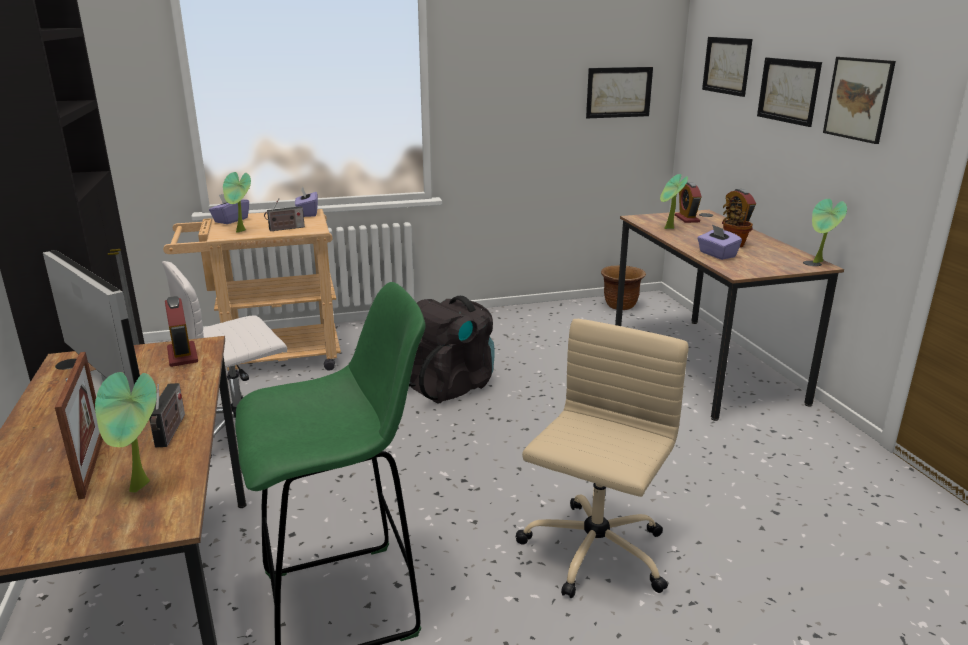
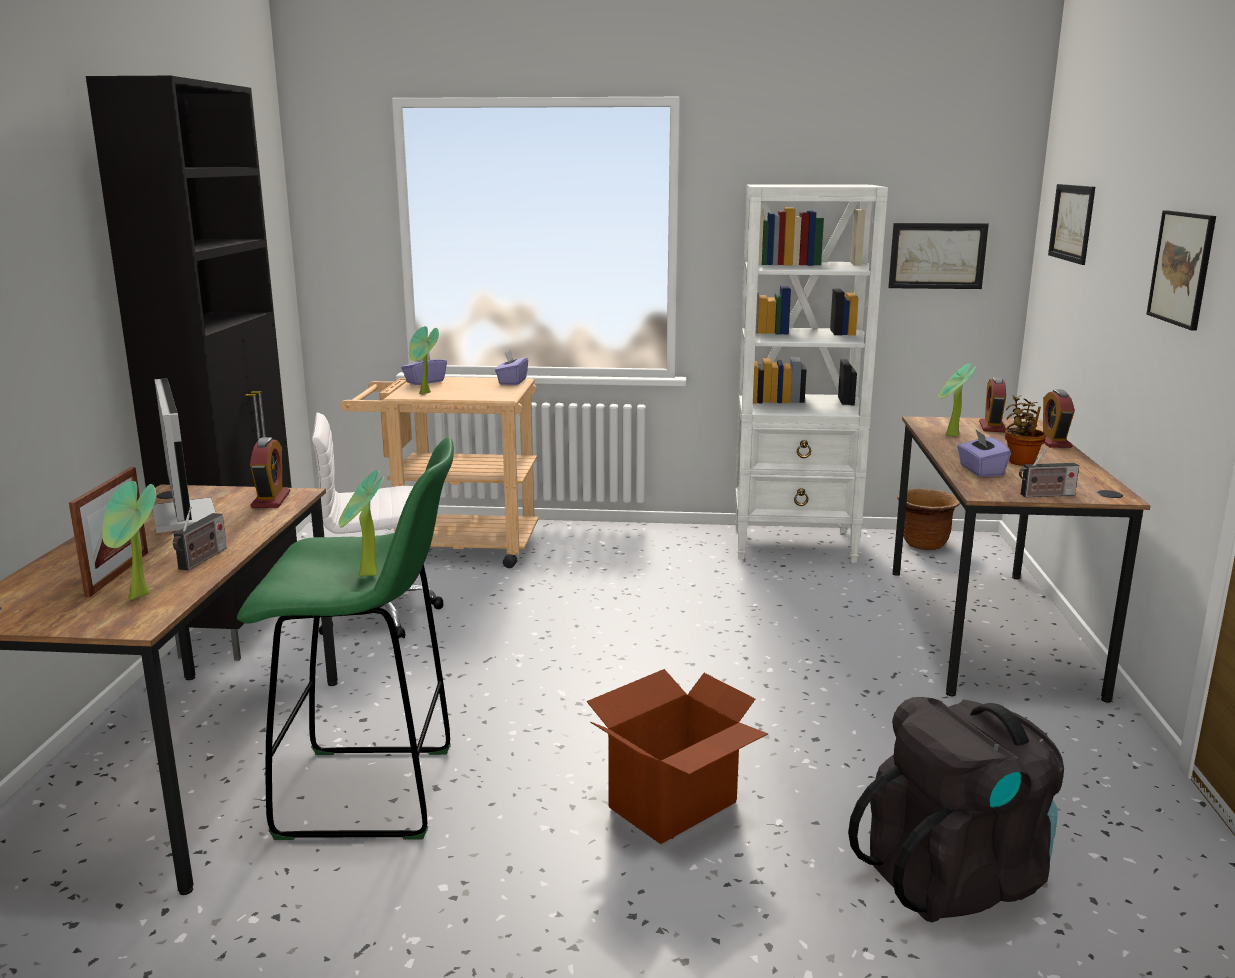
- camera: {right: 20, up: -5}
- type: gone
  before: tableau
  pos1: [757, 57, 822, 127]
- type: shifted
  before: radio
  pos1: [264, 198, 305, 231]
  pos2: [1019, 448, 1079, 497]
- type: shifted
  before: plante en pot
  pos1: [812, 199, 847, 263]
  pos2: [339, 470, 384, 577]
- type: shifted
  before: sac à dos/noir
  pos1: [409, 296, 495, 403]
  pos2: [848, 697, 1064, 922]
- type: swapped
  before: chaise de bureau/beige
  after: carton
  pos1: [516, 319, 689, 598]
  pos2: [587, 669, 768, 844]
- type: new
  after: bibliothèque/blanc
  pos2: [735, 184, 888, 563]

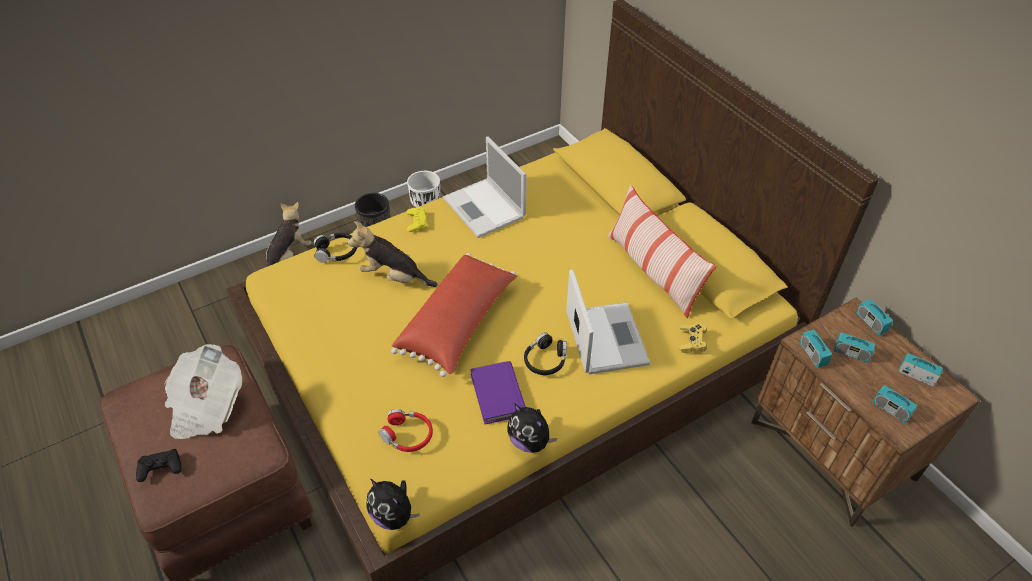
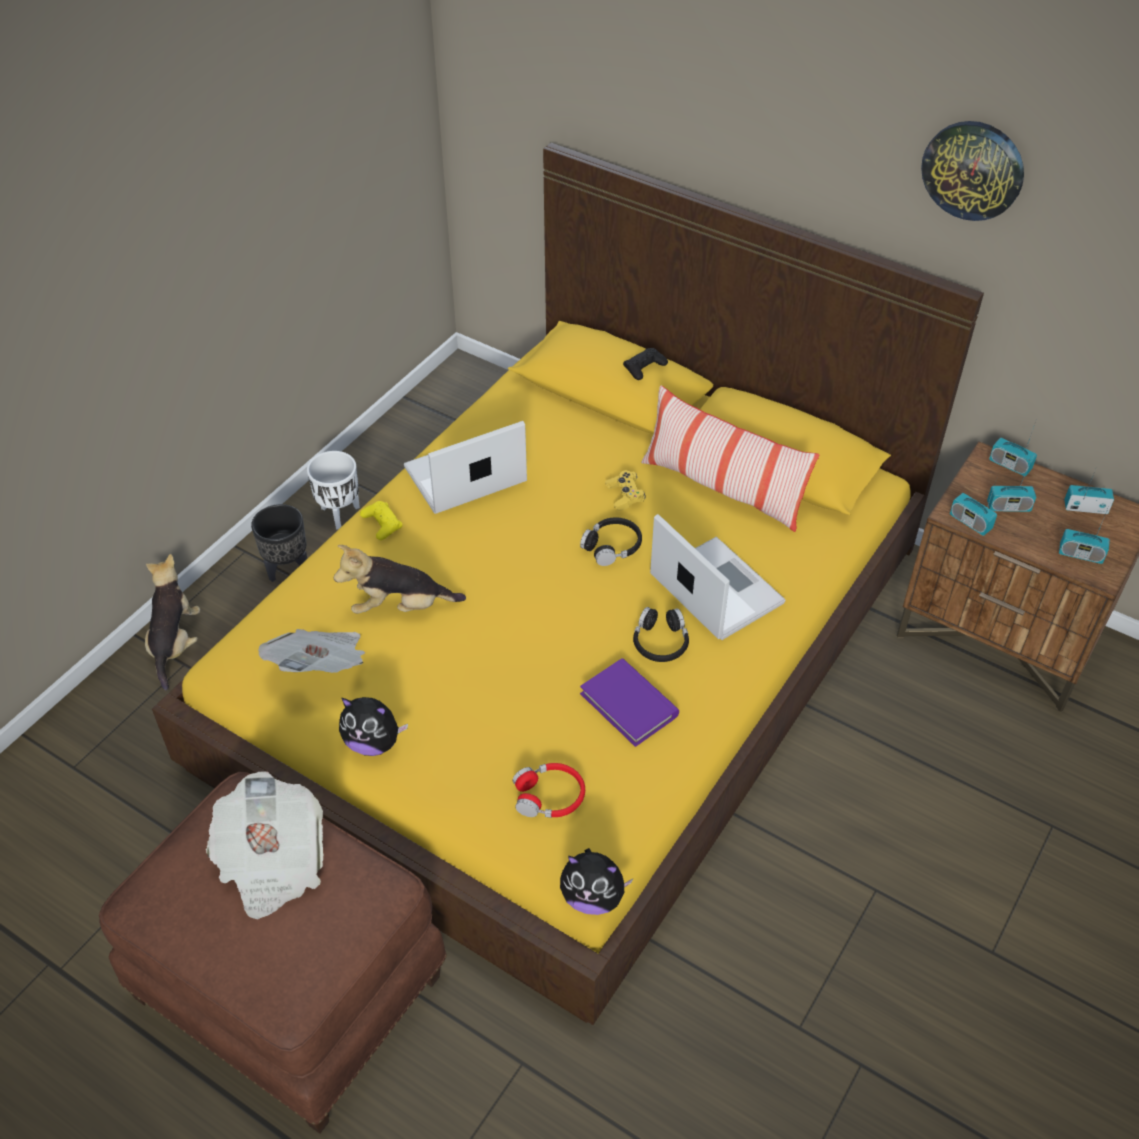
- camera: {right: -25, up: 0}
- type: rotated
  before: ordinateur portable
  pos1: [443, 137, 526, 238]
  pos2: [404, 421, 527, 514]
  turn: 120
- type: shifted
  before: casque audio/noir
  pos1: [314, 233, 357, 263]
  pos2: [580, 517, 642, 566]
- type: gone
  before: coussin/rouge
  pos1: [391, 253, 517, 377]
- type: shifted
  before: manette/jaune
  pos1: [679, 323, 707, 353]
  pos2: [605, 470, 646, 511]
- type: shifted
  before: peluche
  pos1: [507, 404, 558, 453]
  pos2: [339, 697, 408, 756]
- type: shifted
  before: manette/noir
  pos1: [136, 449, 182, 482]
  pos2: [623, 348, 668, 380]
- type: new
  after: horloge murale
  pos2: [921, 121, 1024, 221]
- type: new
  after: journal
  pos2: [258, 629, 365, 673]

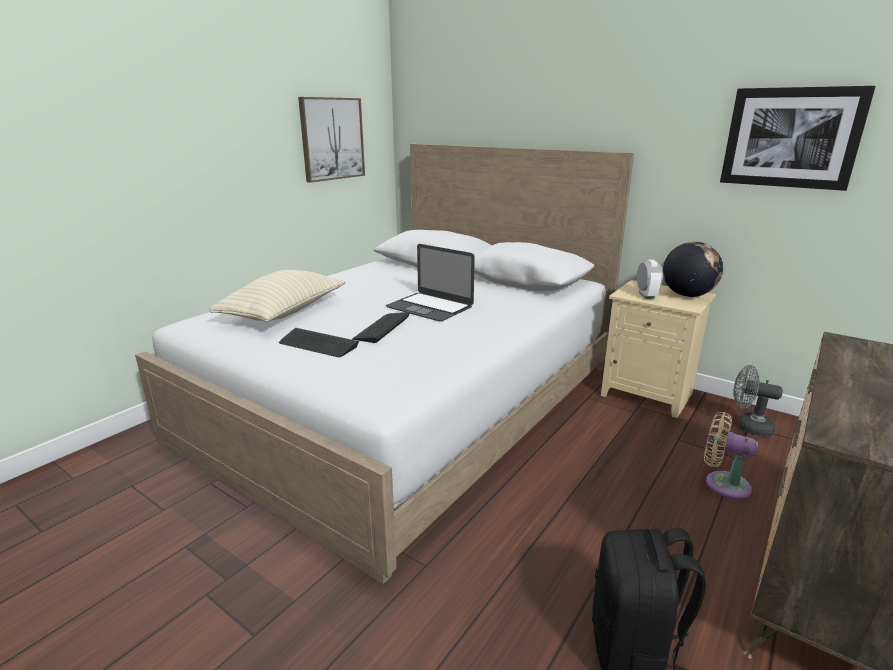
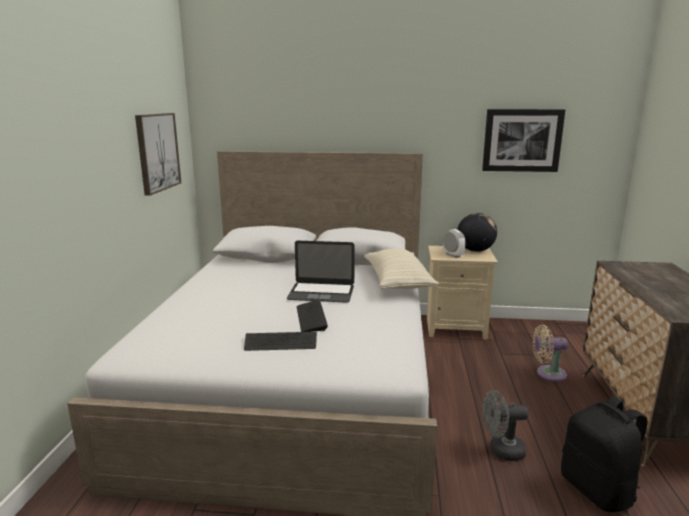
- camera: {right: -30, up: -5}
- type: shifted
  before: coussin/beige
  pos1: [209, 270, 345, 322]
  pos2: [364, 248, 439, 289]
- type: shifted
  before: ventilateur/gris
  pos1: [734, 365, 783, 437]
  pos2: [482, 390, 528, 461]

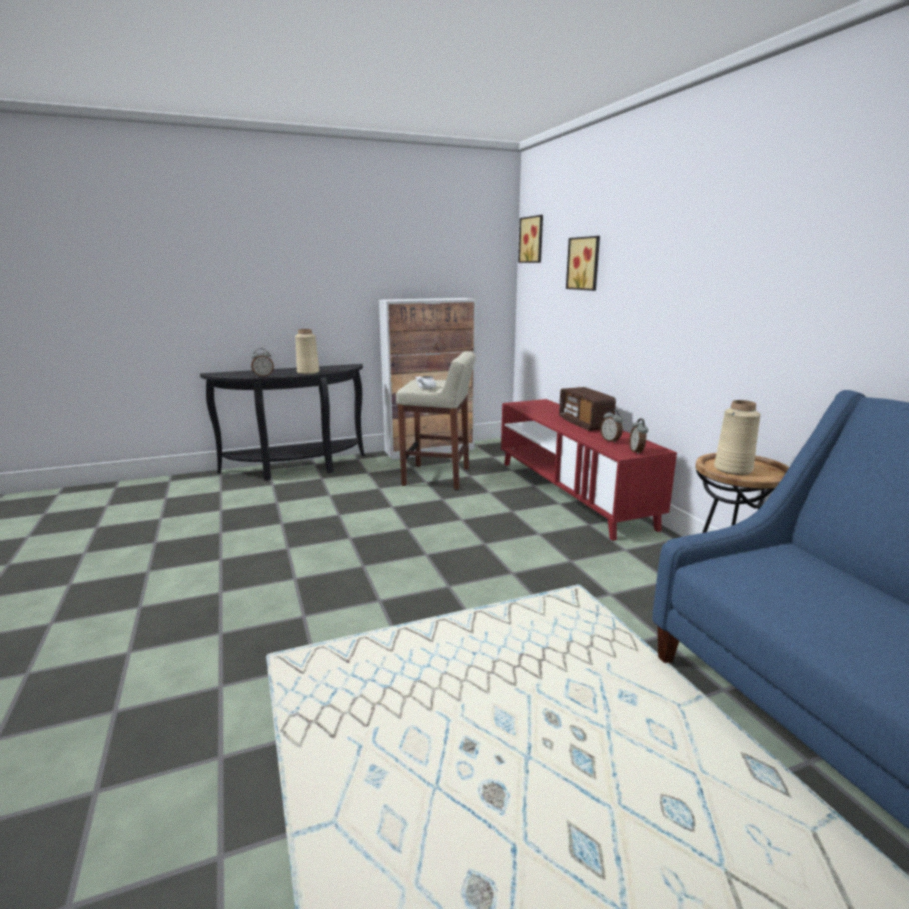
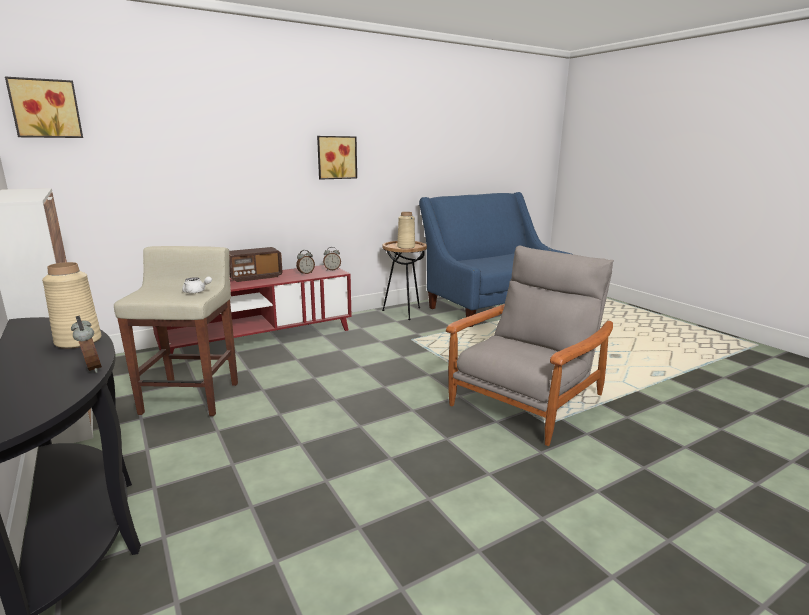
- camera: {right: -100, up: 0}
- type: shifted
  before: tableau
  pos1: [566, 236, 600, 291]
  pos2: [317, 136, 357, 180]
- type: new
  after: fauteuil/gris
  pos2: [446, 246, 613, 446]

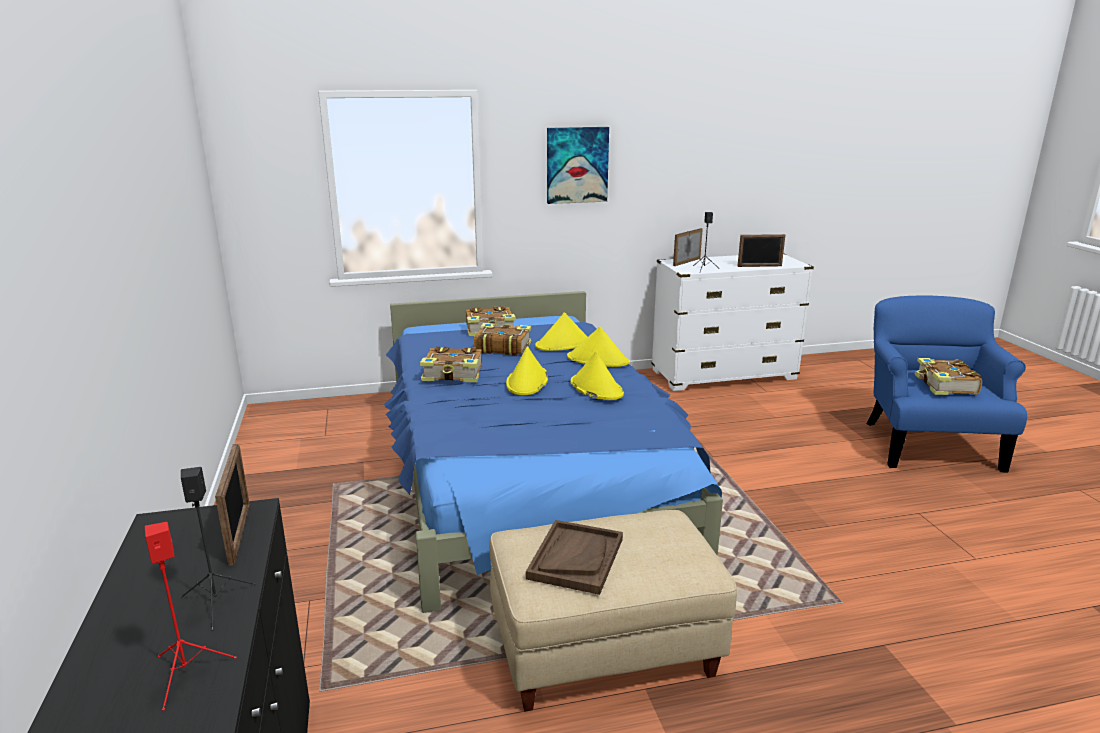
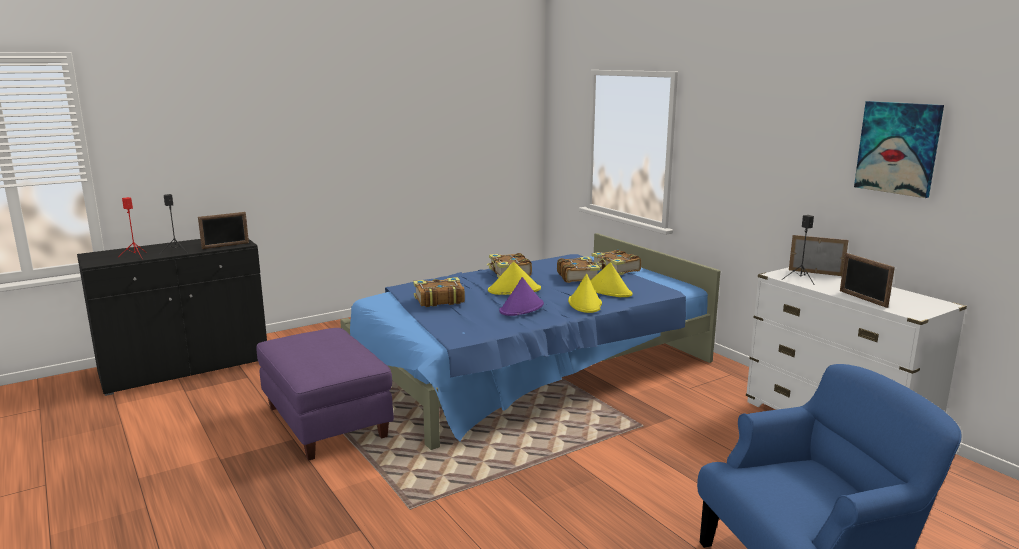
- camera: {right: 70, up: -5}
- type: shifted
  before: tableau
  pos1: [547, 127, 609, 204]
  pos2: [854, 101, 944, 198]
- type: repainted
  before: chapeau/jaune
  after: chapeau/violet
  pos1: [570, 352, 624, 400]
  pos2: [499, 277, 544, 316]
- type: shifted
  before: livre
  pos1: [915, 358, 982, 395]
  pos2: [413, 277, 465, 307]
- type: repainted
  before: pouf/beige
  after: pouf/violet
  pos1: [489, 510, 737, 712]
  pos2: [256, 328, 394, 461]
- type: gone
  before: plateau/marron
  pos1: [526, 520, 623, 595]

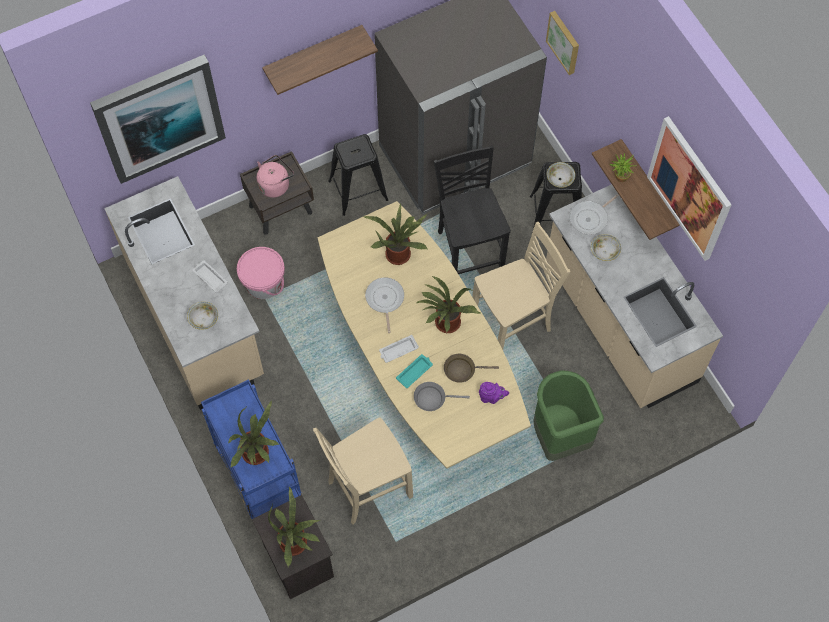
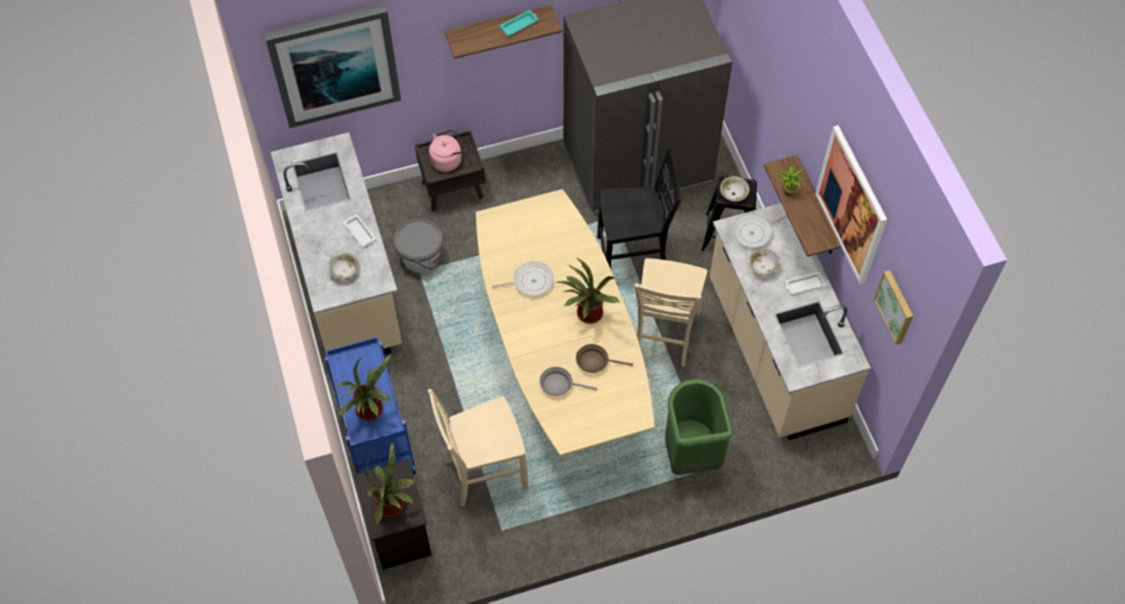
- camera: {right: 10, up: -5}
- type: shifted
  before: tableau
  pos1: [546, 11, 579, 75]
  pos2: [874, 270, 913, 345]
- type: gone
  before: tabouret/noir
  pos1: [328, 134, 388, 216]
- type: rotated
  before: chaise/noir
  pos1: [434, 145, 511, 274]
  pos2: [597, 148, 681, 269]
  turn: 90
- type: gone
  before: plante en pot
  pos1: [364, 204, 428, 265]
- type: rotated
  before: chaise/beige
  pos1: [472, 222, 570, 350]
  pos2: [635, 258, 708, 367]
  turn: 120
- type: repainted
  before: seau/rose
  after: seau/gris
  pos1: [237, 247, 285, 299]
  pos2: [394, 219, 443, 273]
- type: rotated
  before: poêle
  pos1: [365, 277, 404, 333]
  pos2: [492, 262, 554, 296]
  turn: 75
- type: shifted
  before: plateau/blanc
  pos1: [379, 335, 419, 363]
  pos2: [786, 272, 826, 294]
- type: shifted
  before: plateau/turquoise
  pos1: [396, 354, 433, 388]
  pos2: [500, 10, 538, 36]
- type: gone
  before: théière/violet
  pos1: [479, 382, 509, 404]

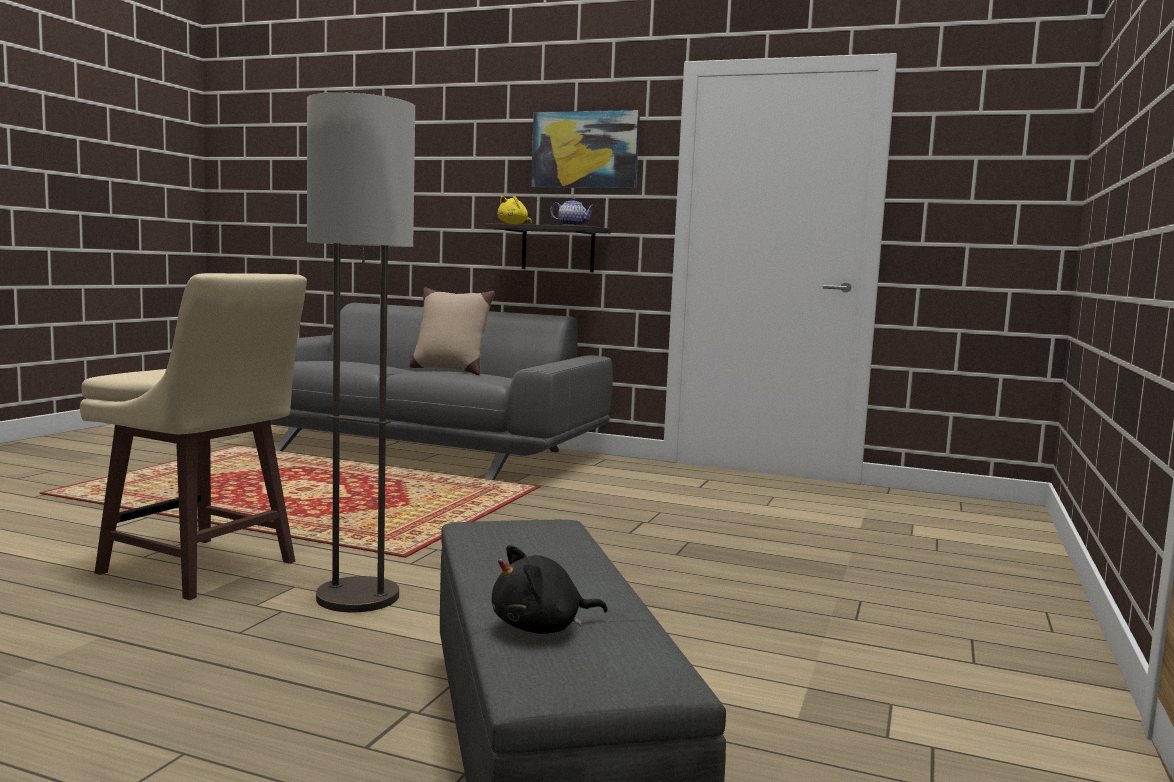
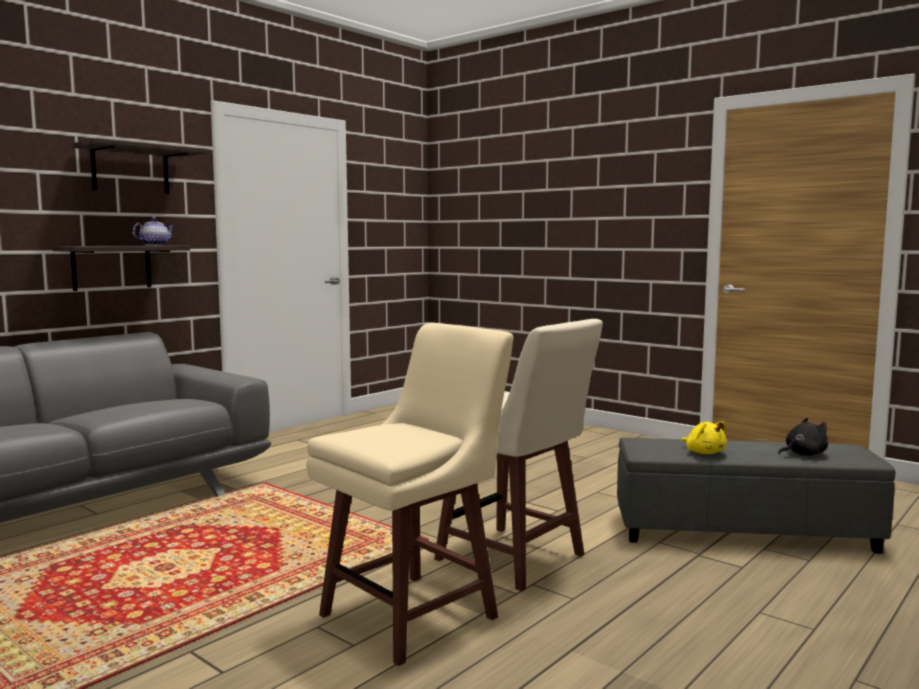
- camera: {right: -70, up: 0}
- type: swapped
  before: lampadaire
  after: tabouret/beige
  pos1: [307, 92, 415, 612]
  pos2: [434, 319, 603, 591]
- type: swapped
  before: tableau
  after: étagère
  pos1: [531, 110, 640, 189]
  pos2: [73, 138, 208, 194]
- type: shifted
  before: peluche/jaune
  pos1: [498, 196, 532, 224]
  pos2: [681, 421, 727, 454]
- type: gone
  before: coussin/beige
  pos1: [409, 287, 495, 375]
- type: rotated
  before: peluche/noir
  pos1: [492, 545, 608, 634]
  pos2: [778, 417, 828, 456]
  turn: -105

